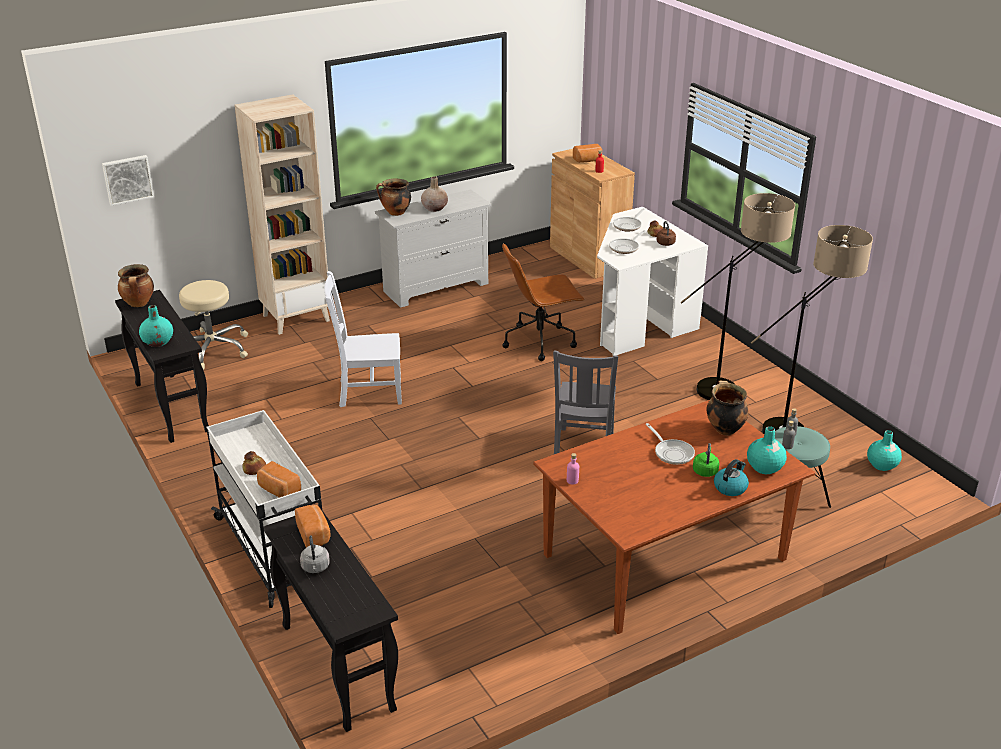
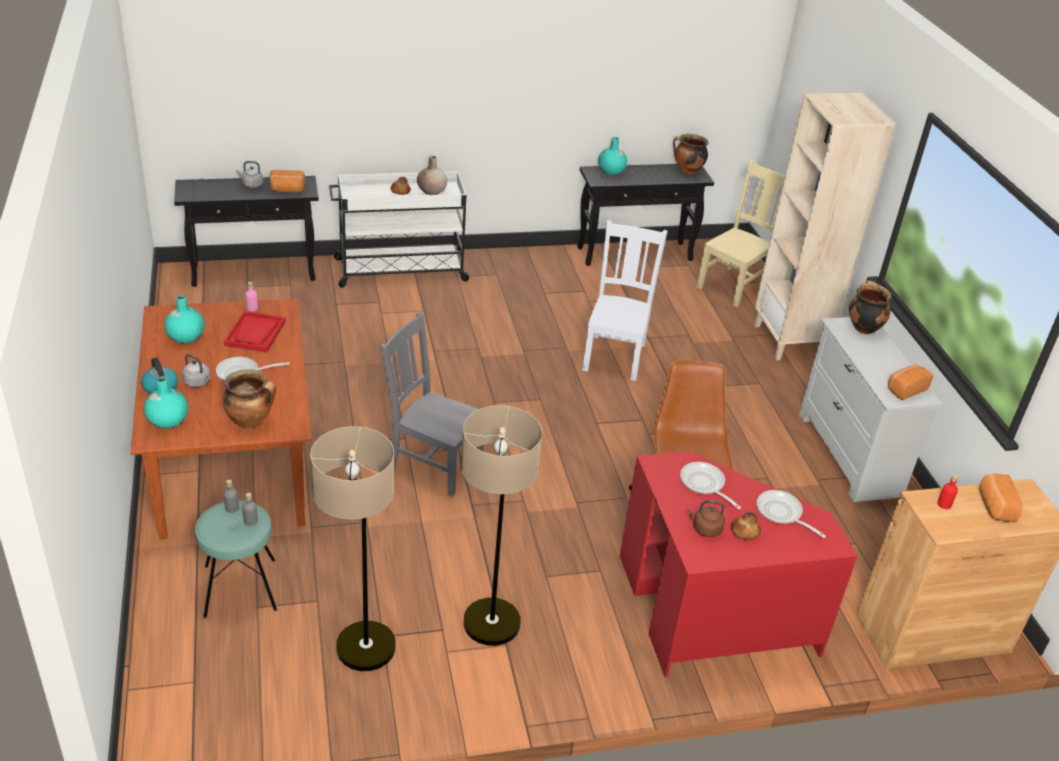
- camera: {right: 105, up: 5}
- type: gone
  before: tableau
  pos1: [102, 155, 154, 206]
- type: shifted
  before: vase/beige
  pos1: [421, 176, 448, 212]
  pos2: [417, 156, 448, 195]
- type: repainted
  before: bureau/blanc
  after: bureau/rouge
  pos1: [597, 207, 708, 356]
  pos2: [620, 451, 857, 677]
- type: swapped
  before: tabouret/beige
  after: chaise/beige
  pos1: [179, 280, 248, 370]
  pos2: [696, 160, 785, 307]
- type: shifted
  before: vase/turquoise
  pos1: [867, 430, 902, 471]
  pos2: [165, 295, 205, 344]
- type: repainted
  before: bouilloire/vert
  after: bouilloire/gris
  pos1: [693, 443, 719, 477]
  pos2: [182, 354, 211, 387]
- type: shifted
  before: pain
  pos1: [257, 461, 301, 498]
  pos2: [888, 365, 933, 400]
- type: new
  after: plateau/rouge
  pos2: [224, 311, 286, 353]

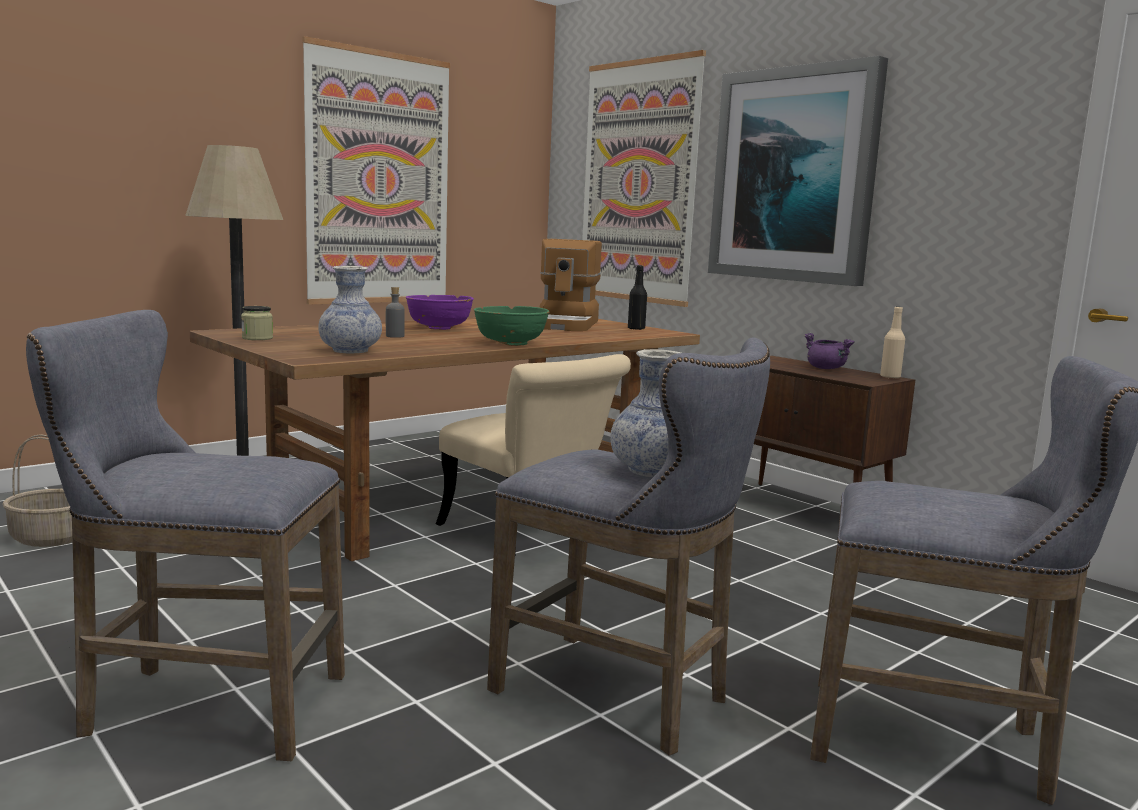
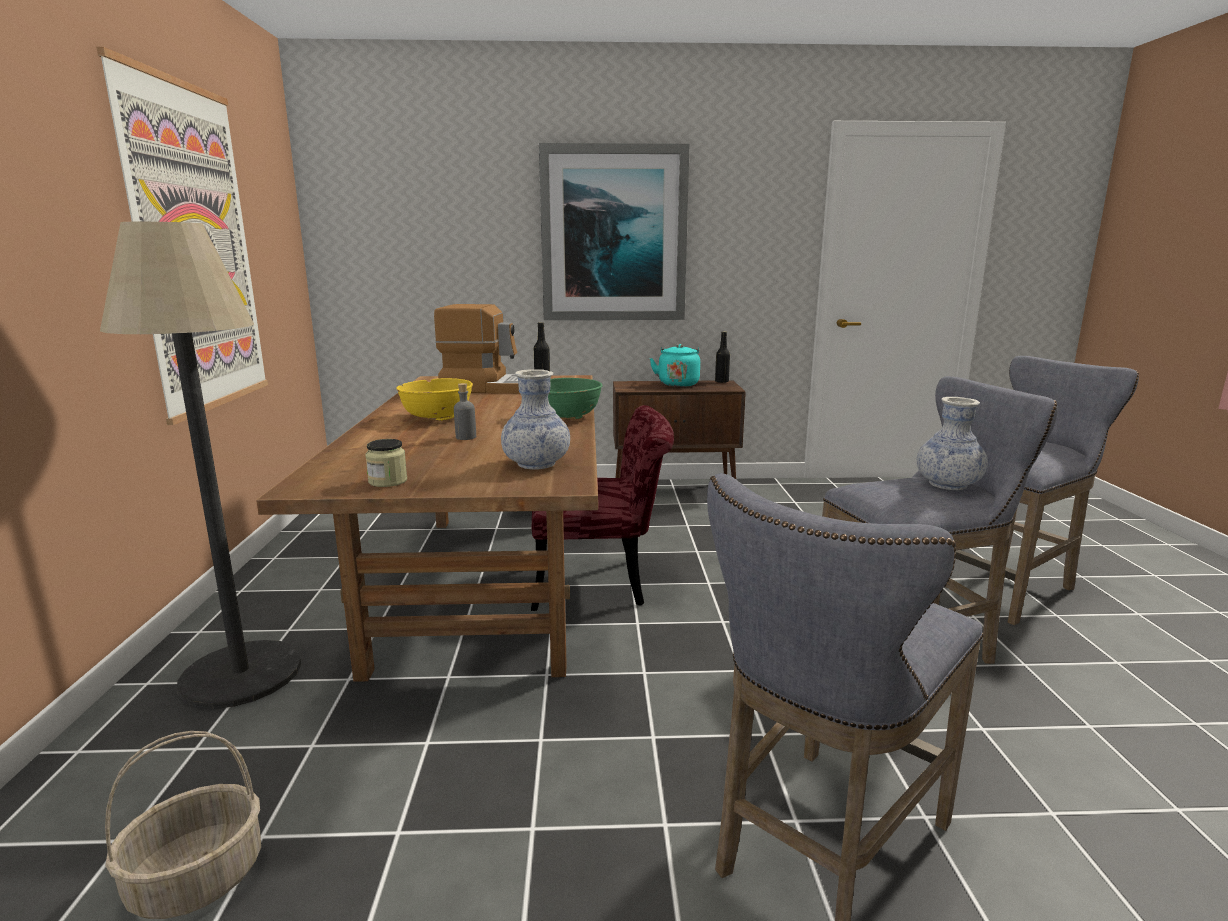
- camera: {right: -50, up: 5}
- type: gone
  before: tableau
  pos1: [582, 50, 706, 307]
- type: rotated
  before: machine à café
  pos1: [540, 239, 602, 331]
  pos2: [434, 304, 520, 394]
  turn: -45
- type: repainted
  before: bol/violet
  after: bol/jaune
  pos1: [406, 295, 474, 330]
  pos2: [396, 378, 473, 421]
- type: repainted
  before: bouteille/beige
  after: bouteille/noir
  pos1: [880, 307, 905, 378]
  pos2: [715, 332, 730, 383]
- type: swapped
  before: marmite/violet
  after: bouilloire/turquoise
  pos1: [804, 333, 855, 369]
  pos2: [650, 344, 700, 387]
- type: repainted
  before: chaise/beige
  after: chaise/rouge
  pos1: [436, 354, 631, 556]
  pos2: [531, 405, 674, 611]

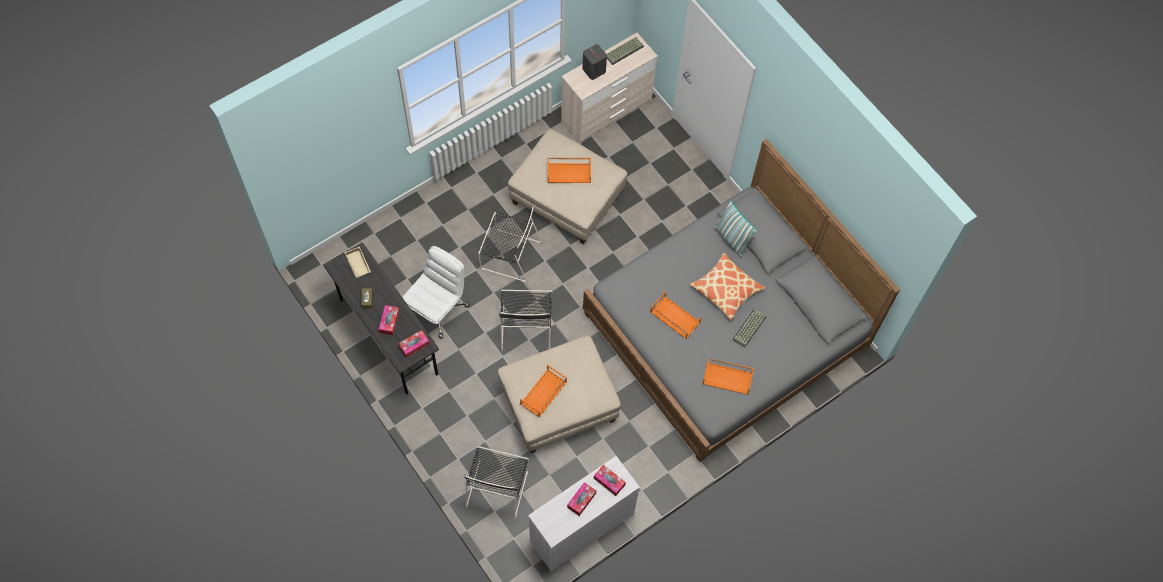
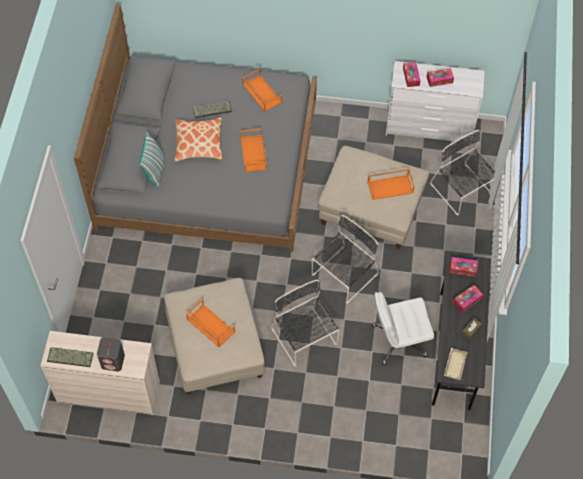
- camera: {right: -135, up: -5}
- type: rotated
  before: chaise/noir
  pos1: [464, 446, 529, 519]
  pos2: [430, 130, 495, 215]
  turn: -90

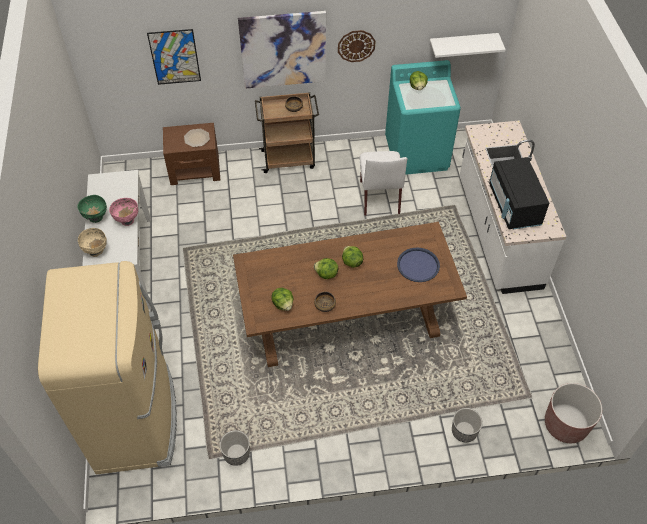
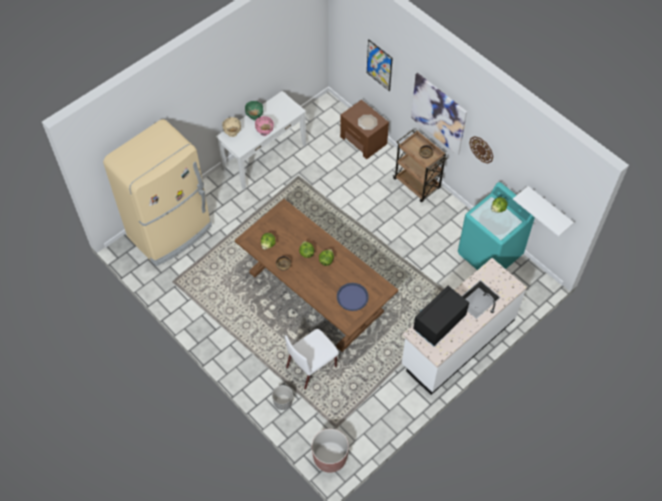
- camera: {right: 55, up: 5}
- type: shifted
  before: chaise/blanc
  pos1: [359, 151, 407, 216]
  pos2: [285, 329, 339, 389]
- type: gone
  before: cache-pot
  pos1: [220, 430, 250, 466]

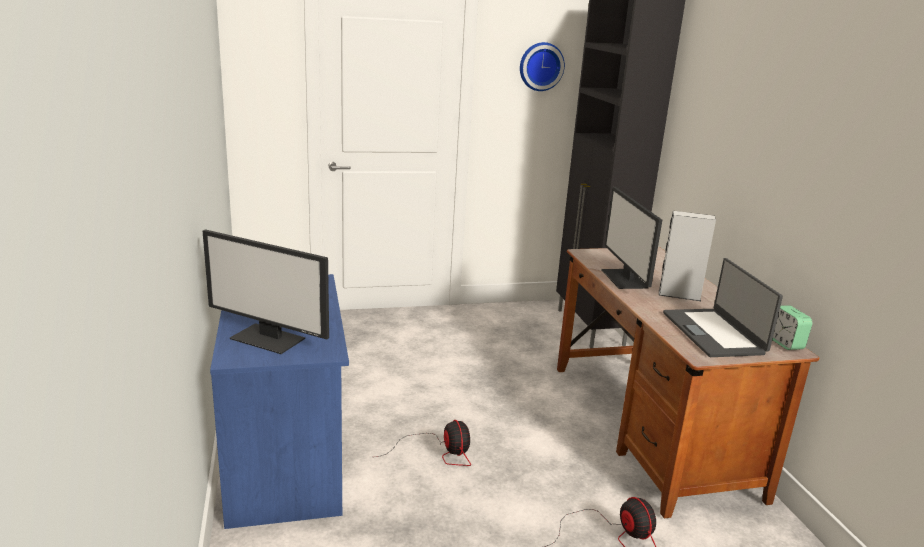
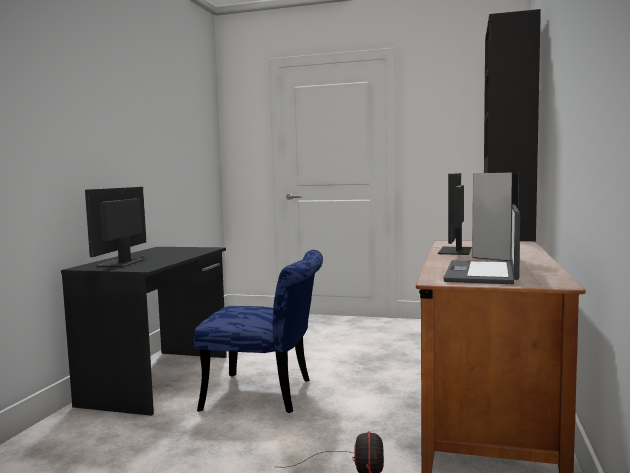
- camera: {right: 30, up: -15}
- type: gone
  before: horloge murale
  pos1: [520, 42, 565, 91]
- type: rotated
  before: écran d'ordinateur
  pos1: [203, 229, 329, 354]
  pos2: [85, 187, 146, 267]
  turn: 45
- type: repainted
  before: bureau/bleu
  after: bureau/noir
  pos1: [210, 274, 349, 529]
  pos2: [61, 247, 227, 416]
- type: gone
  before: réveil
  pos1: [772, 306, 813, 350]
- type: swapped
  before: ventilateur
  after: chaise/bleu
  pos1: [375, 420, 471, 466]
  pos2: [194, 250, 323, 413]

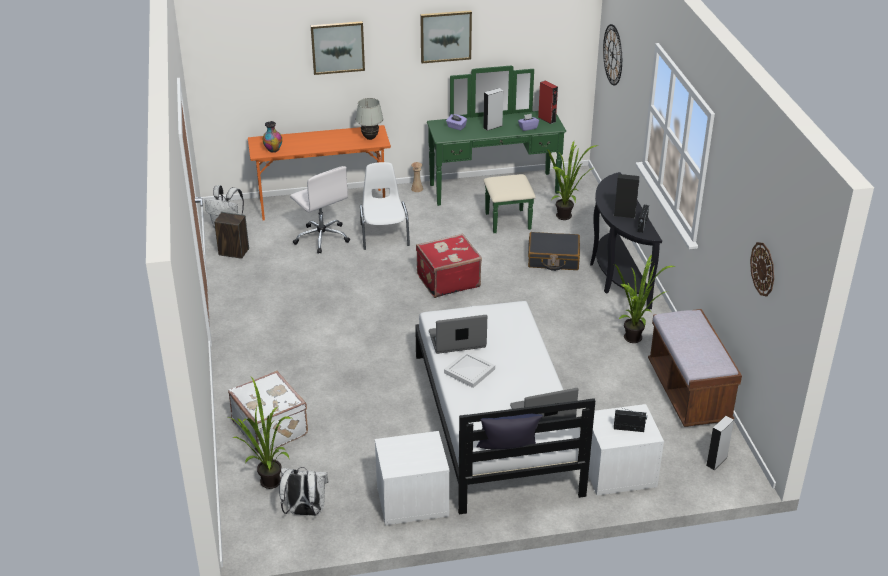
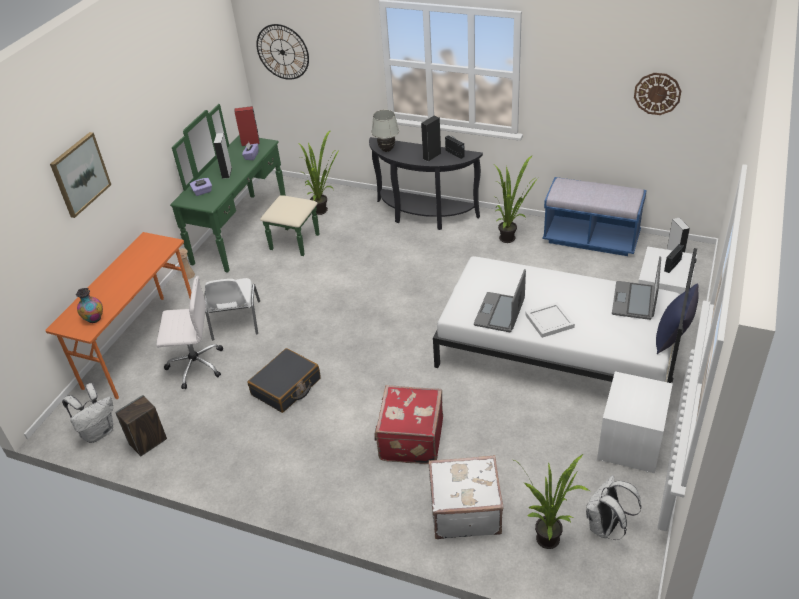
- camera: {right: -55, up: 5}
- type: gone
  before: tableau
  pos1: [420, 10, 472, 63]
- type: shifted
  before: lampe de table/blanc
  pos1: [356, 98, 383, 140]
  pos2: [371, 110, 399, 152]
- type: rotated
  before: chaise/blanc
  pos1: [360, 162, 410, 250]
  pos2: [204, 278, 260, 340]
  turn: -120
- type: shifted
  before: valise/noir
  pos1: [528, 232, 580, 271]
  pos2: [247, 348, 321, 413]
- type: shifted
  before: valise/rouge
  pos1: [416, 233, 482, 298]
  pos2: [374, 385, 443, 464]
- type: repainted
  before: banc/marron
  after: banc/bleu
  pos1: [648, 309, 742, 427]
  pos2: [542, 177, 647, 256]

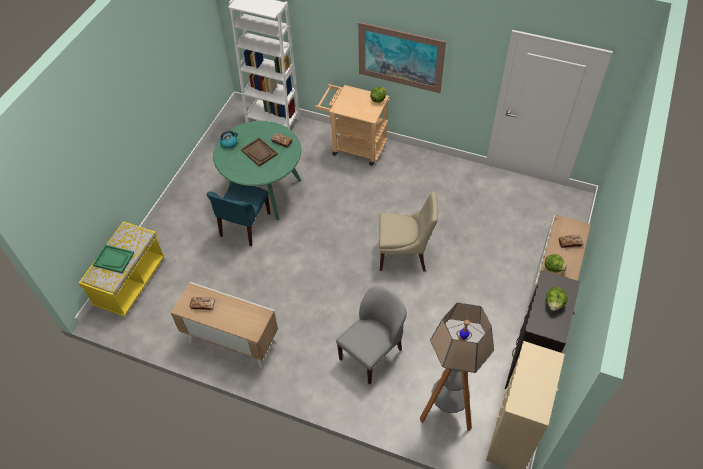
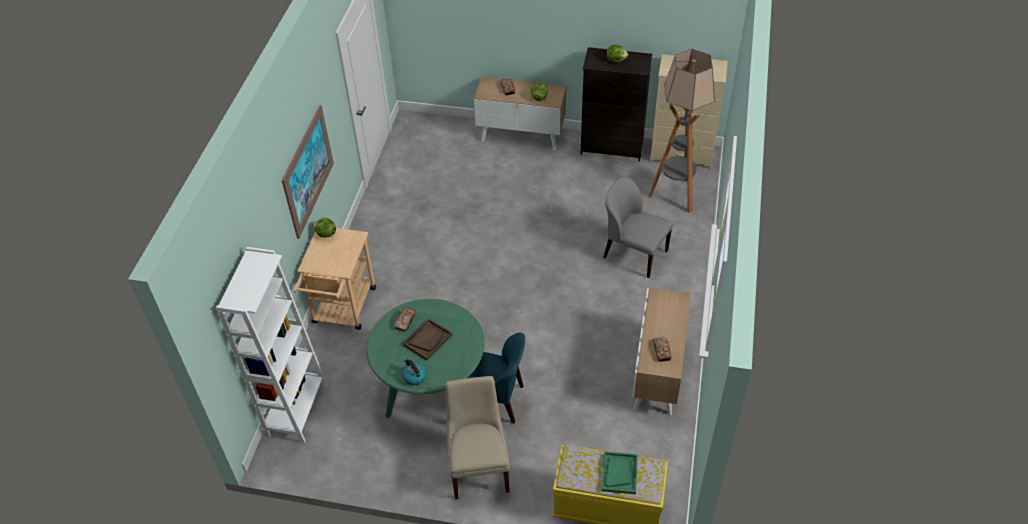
- camera: {right: -100, up: -5}
- type: shifted
  before: chaise/beige
  pos1: [379, 192, 438, 271]
  pos2: [445, 376, 510, 500]

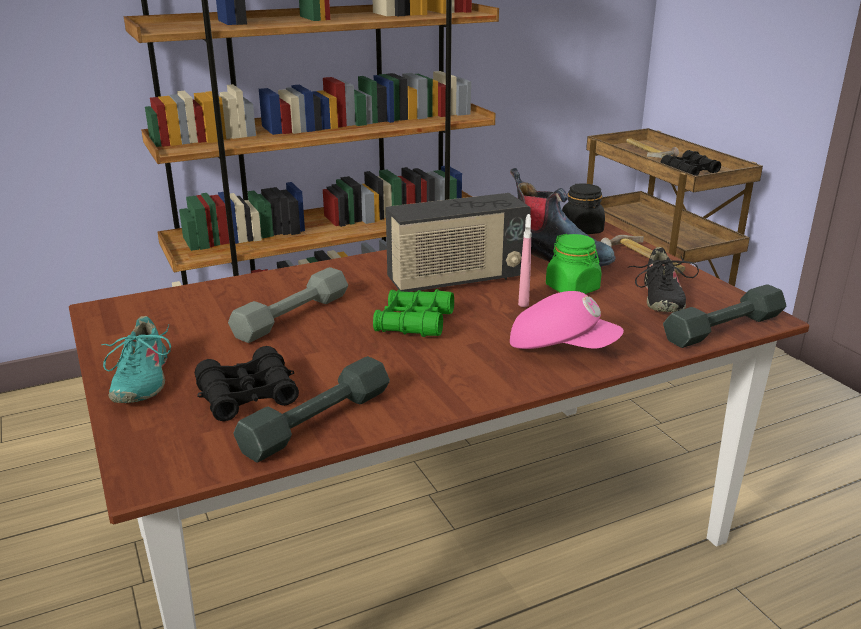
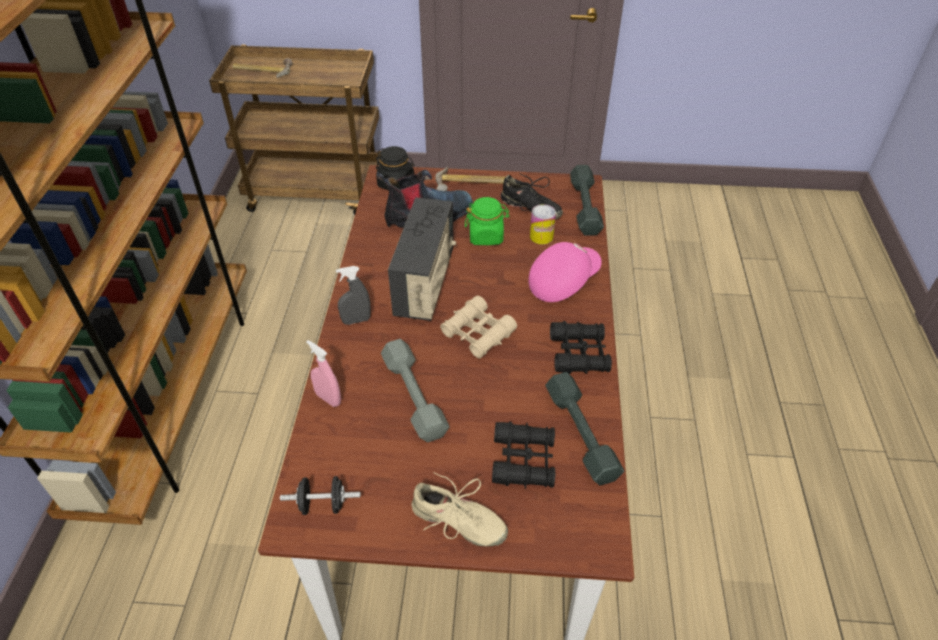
- camera: {right: -60, up: 20}
- type: shifted
  before: jumelles/noir
  pos1: [661, 150, 721, 176]
  pos2: [550, 321, 612, 374]
- type: shifted
  before: vaporisateur/rose
  pos1: [518, 214, 532, 307]
  pos2: [306, 340, 341, 407]
- type: repainted
  before: jumelles/vert
  after: jumelles/beige
  pos1: [373, 289, 454, 337]
  pos2: [440, 296, 517, 359]
- type: repainted
  before: chaussure/turquoise
  after: chaussure/beige
  pos1: [101, 316, 171, 403]
  pos2: [411, 472, 508, 547]
- type: new
  after: boîte métallique
  pos2: [530, 204, 556, 244]
- type: new
  after: vaporisateur/gris
  pos2: [336, 266, 371, 325]
- type: new
  after: haltère/noir
  pos2: [280, 476, 361, 515]

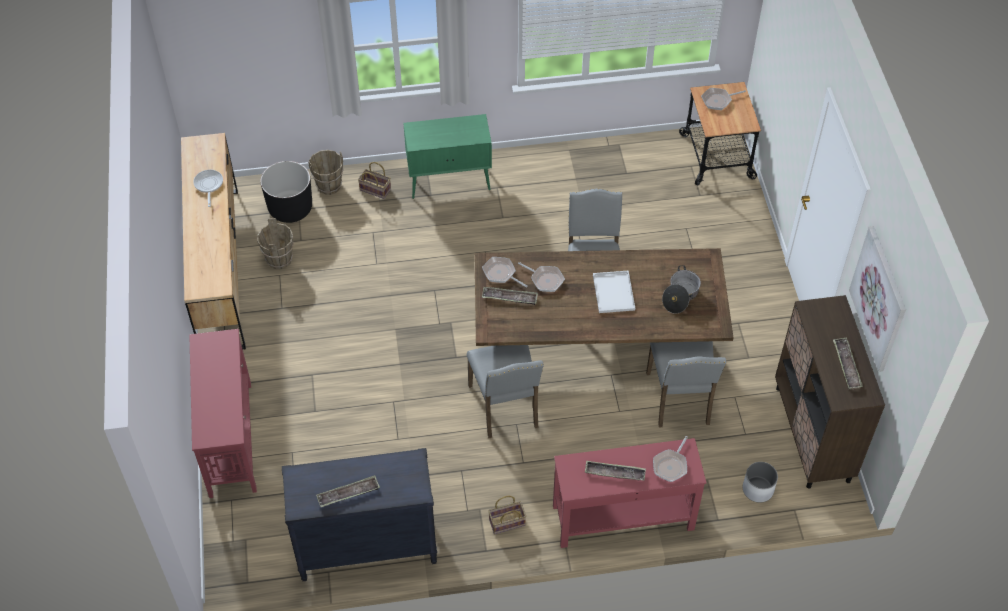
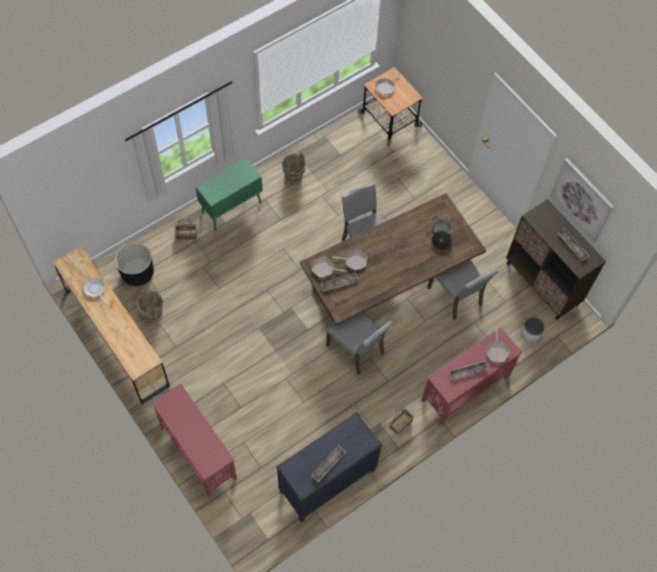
- camera: {right: -30, up: 10}
- type: shifted
  before: seau/marron
  pos1: [308, 150, 344, 195]
  pos2: [282, 152, 306, 184]
- type: gone
  before: plateau/blanc
  pos1: [593, 271, 635, 313]

